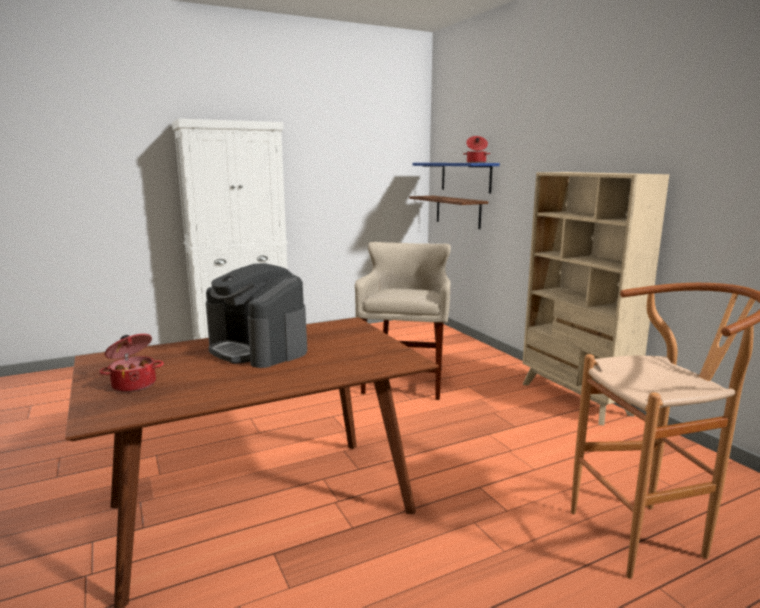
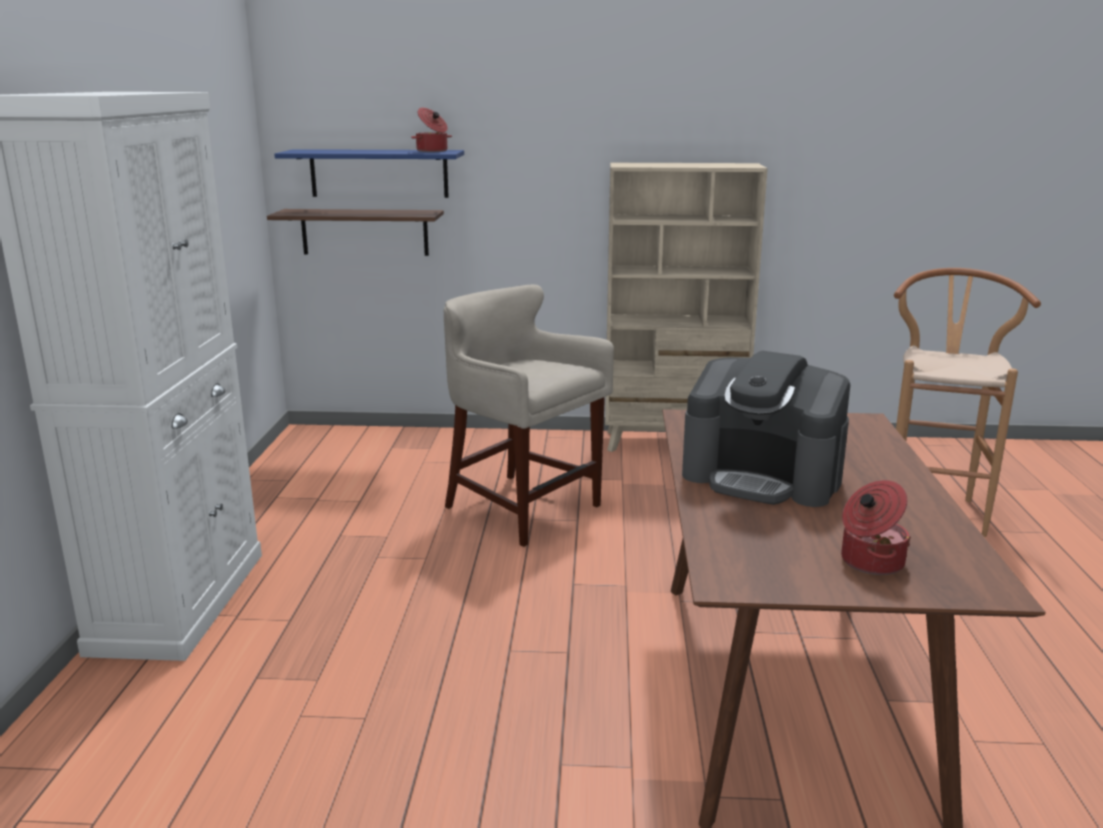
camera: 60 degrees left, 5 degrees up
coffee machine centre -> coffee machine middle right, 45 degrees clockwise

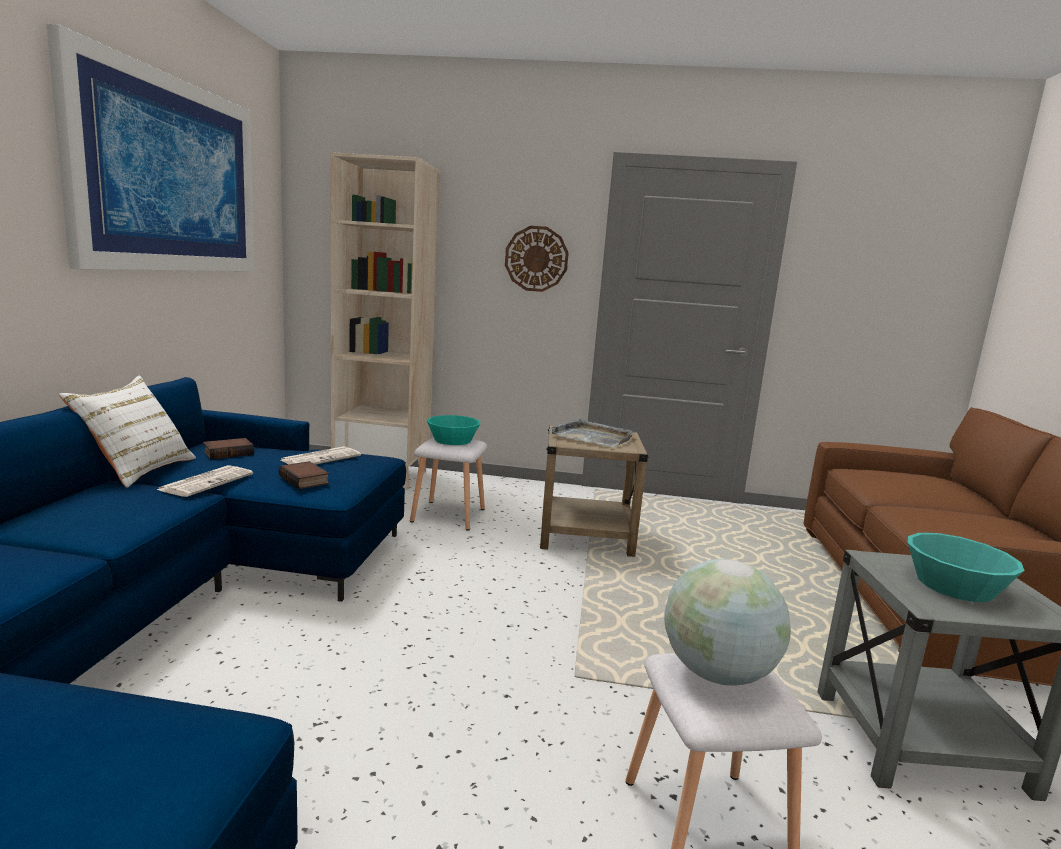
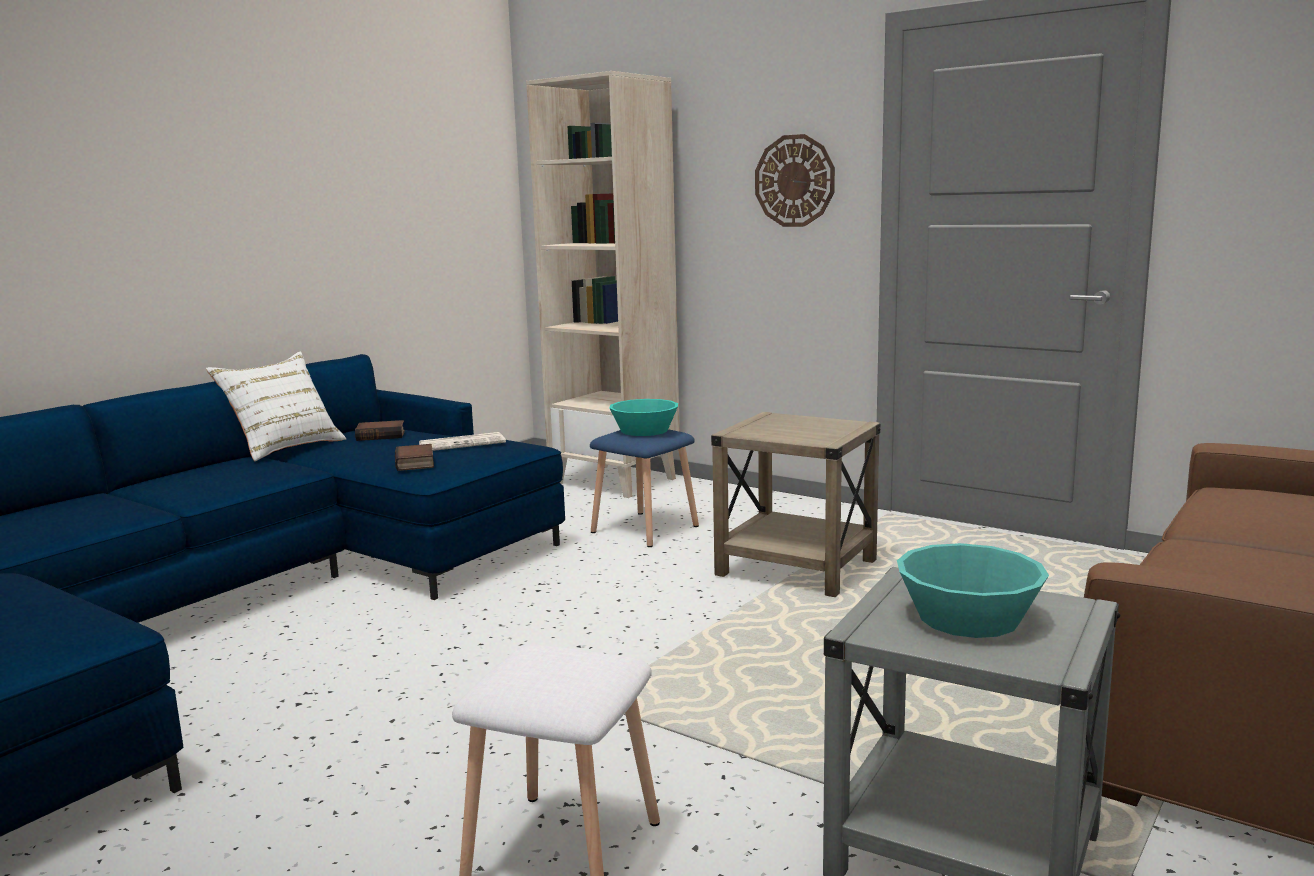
camera: 30 degrees right, 0 degrees up
stool (white) (no. 1 from left) centre -> stool (blue) centre
picture top left -> none
newspaper (no. 1 from left) middle left -> none
tray (grey) centre -> none
globe bottom right -> none

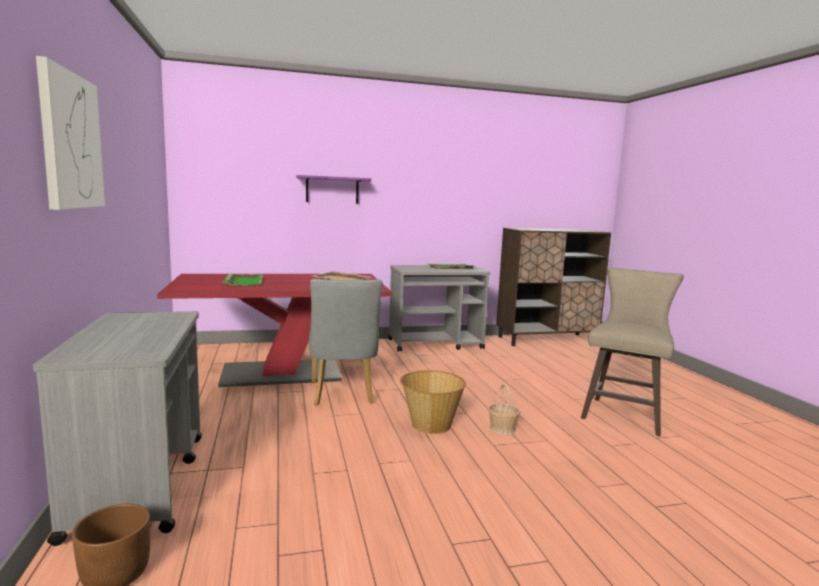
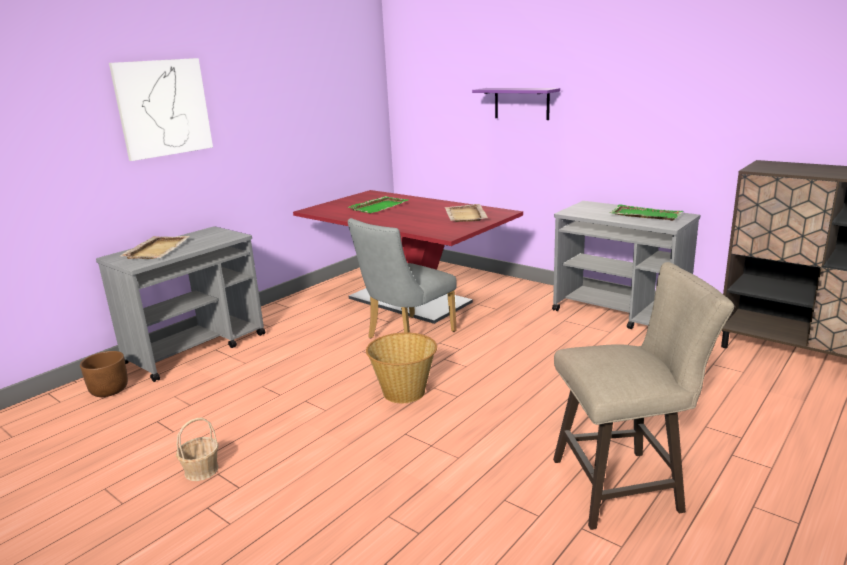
camera: 55 degrees right, 10 degrees up
none -> tray (beige) (no. 1 from left) middle left
basket (no. 2 from left in the first image) bottom centre -> basket (no. 1 from left) bottom left, shifted

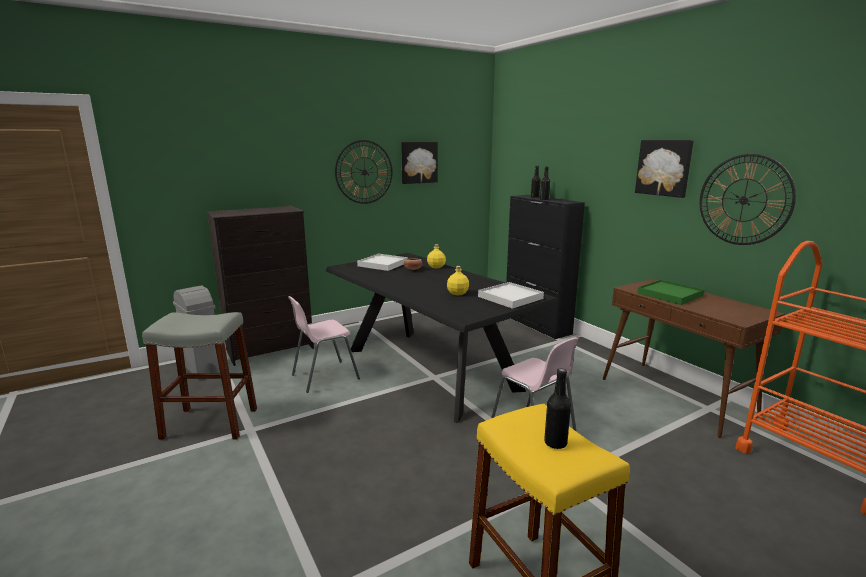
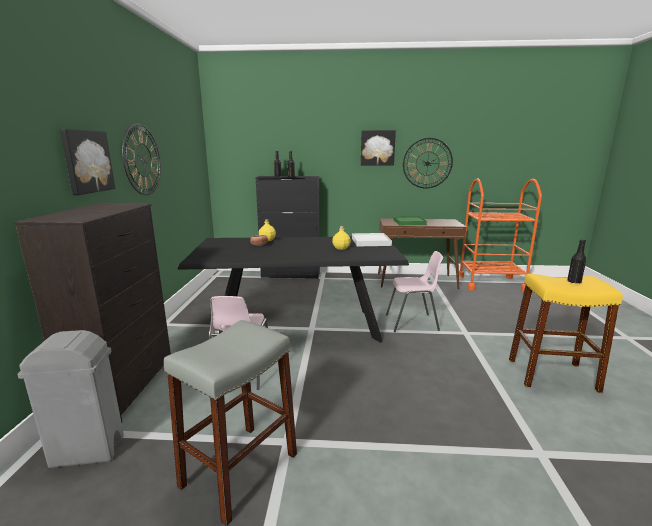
camera: 55 degrees left, 0 degrees up
picture (no. 1 from left) top centre -> picture (no. 1 from left) top left, shifted
tray (white) (no. 1 from left) centre -> none

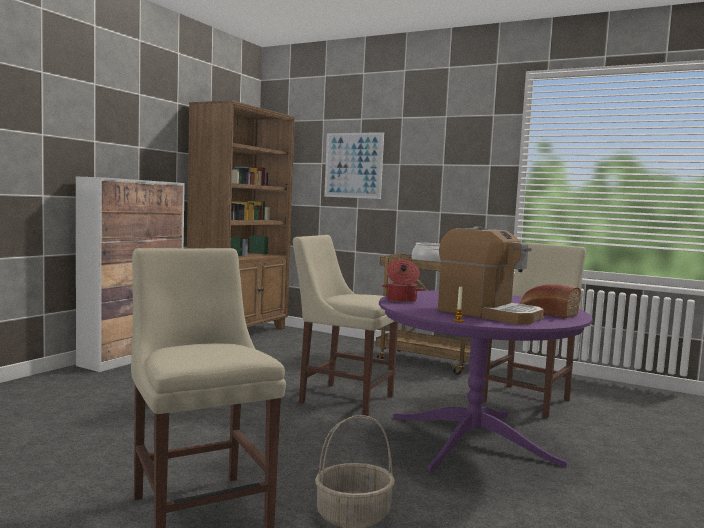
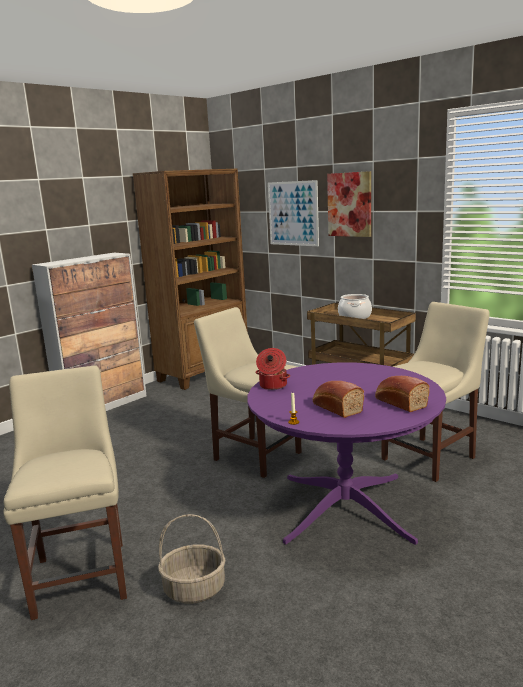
camera: 15 degrees right, 10 degrees up
coffee machine middle right -> bread (no. 1 from left) centre
none -> picture (no. 2 from left) top right

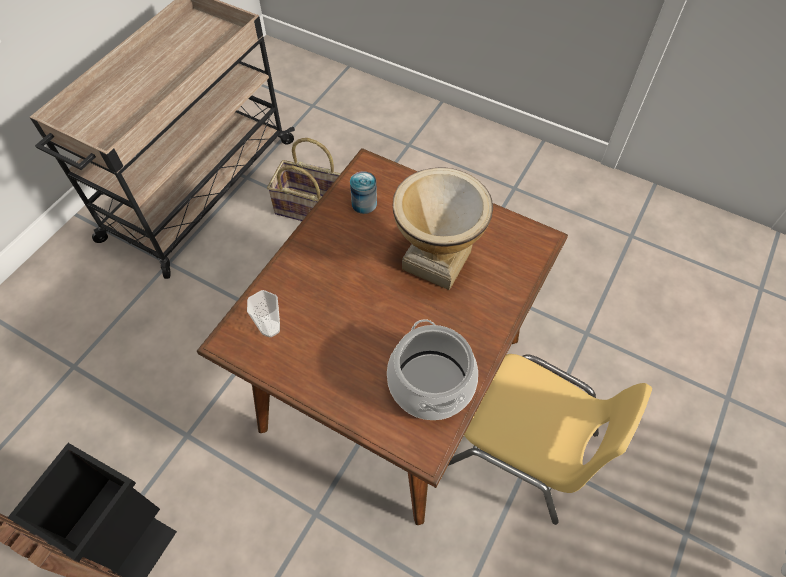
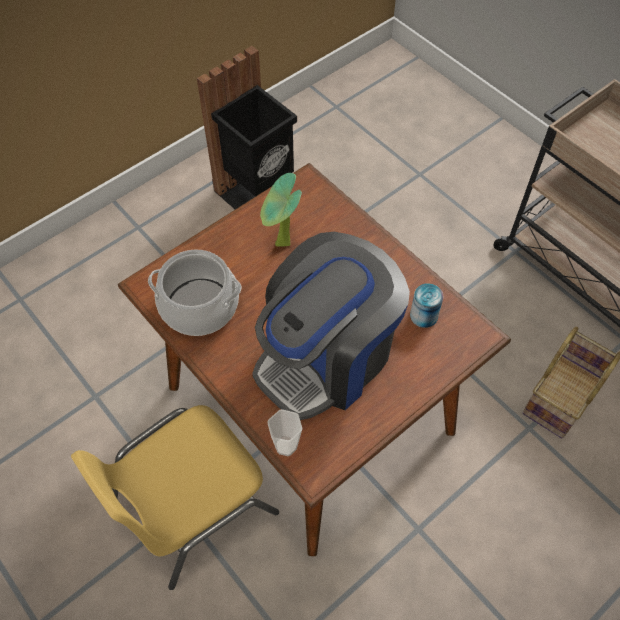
camera: 110 degrees right, 0 degrees up
vase centre -> coffee machine centre
none -> potted plant centre
cup centre -> cup bottom centre, shifted

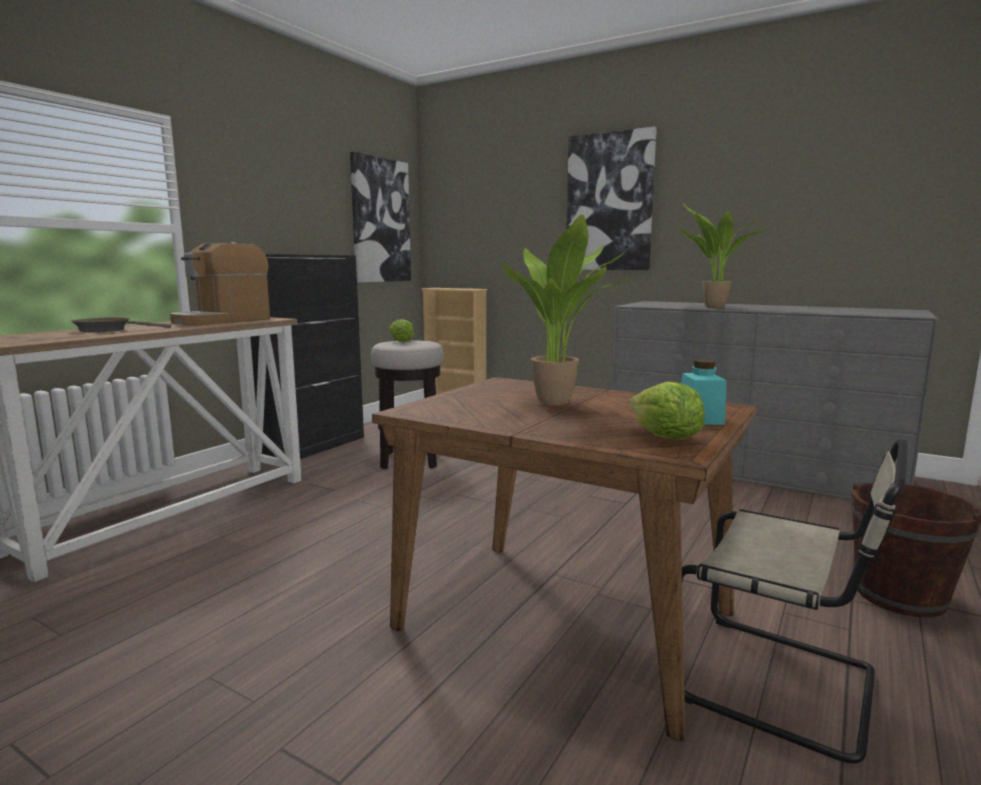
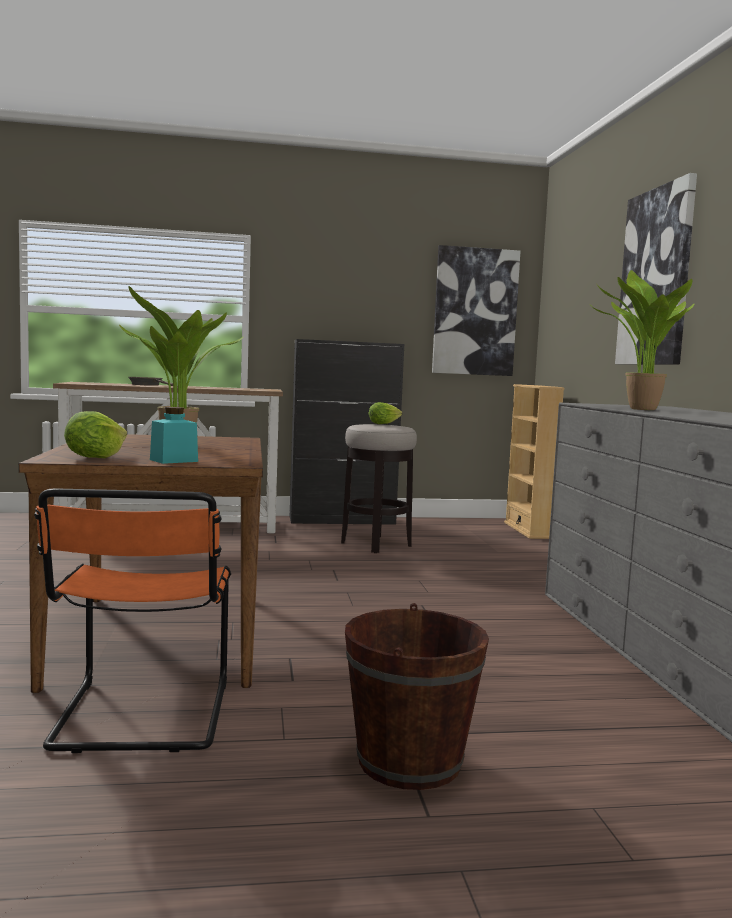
camera: 50 degrees right, 5 degrees down
chair (beige) bottom right -> chair (orange) bottom left
coffee machine middle left -> none

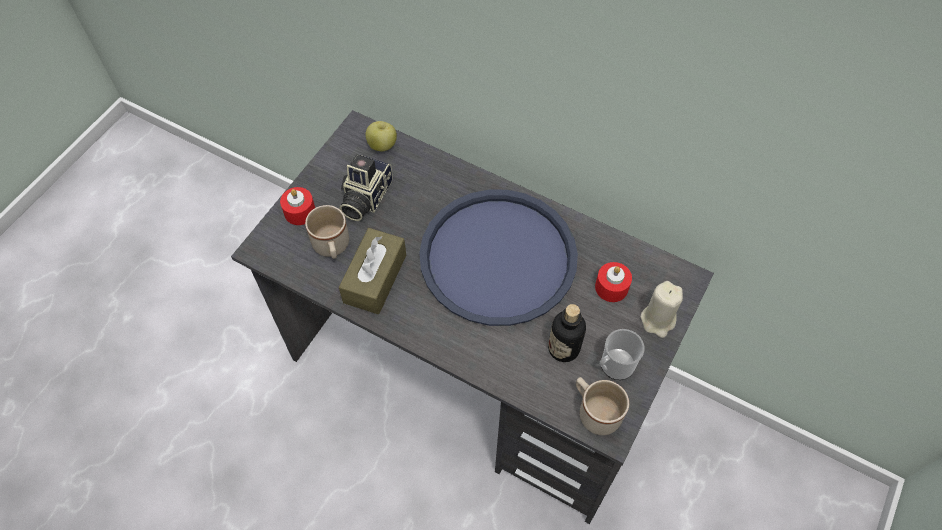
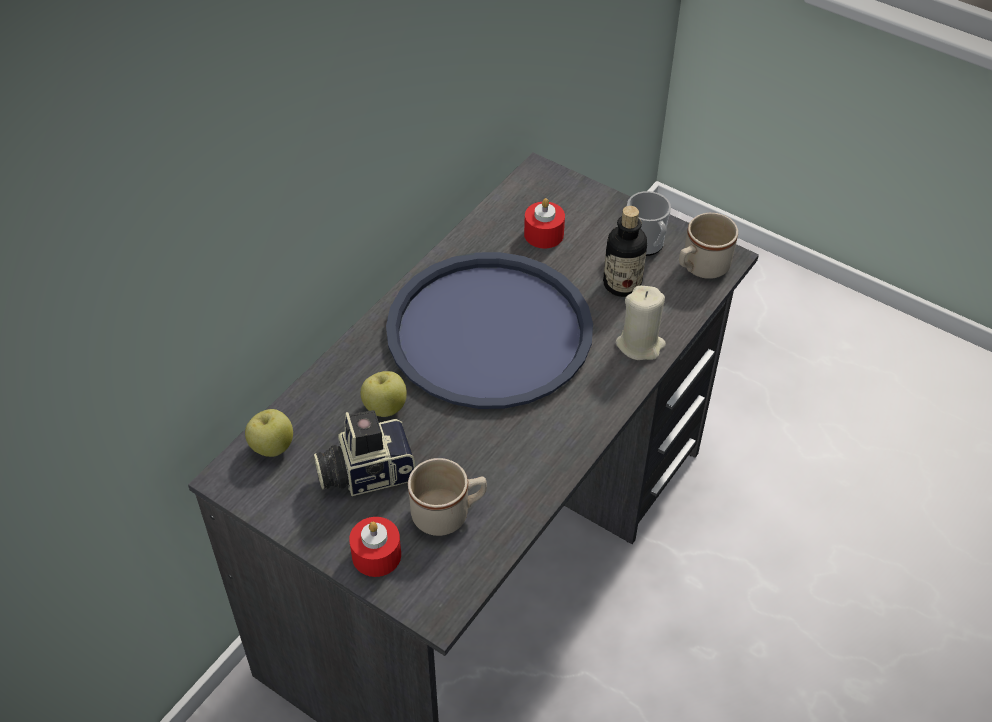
camera: 85 degrees left, 10 degrees down
photo camera centre, 135 degrees clockwise
none -> apple (no. 2 from left) centre
candle (beige) middle right -> candle (beige) centre, shifted
tissue box (brown) centre -> none

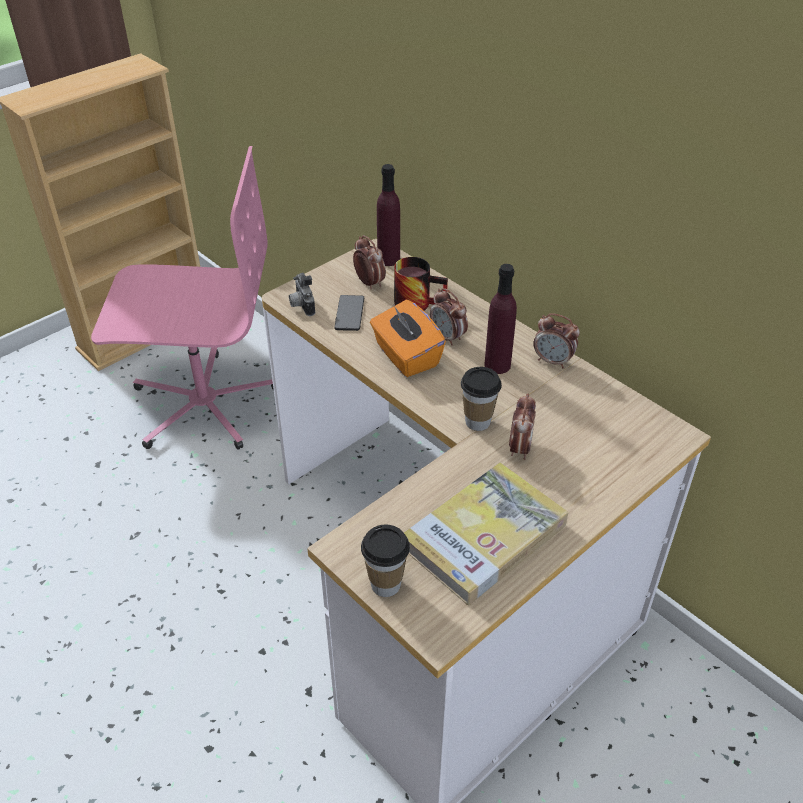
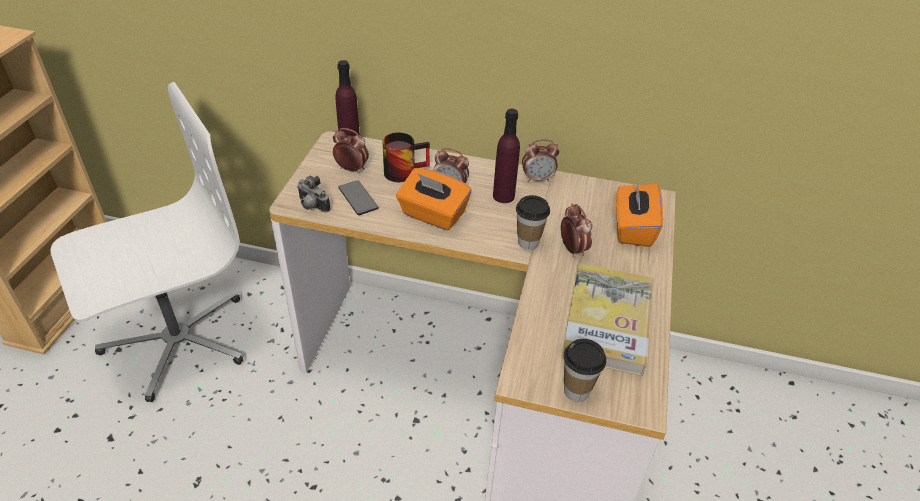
camera: 35 degrees left, 0 degrees up
office chair (pink) middle left -> office chair (white) middle left
none -> tissue box (orange) (no. 2 from left) middle right

